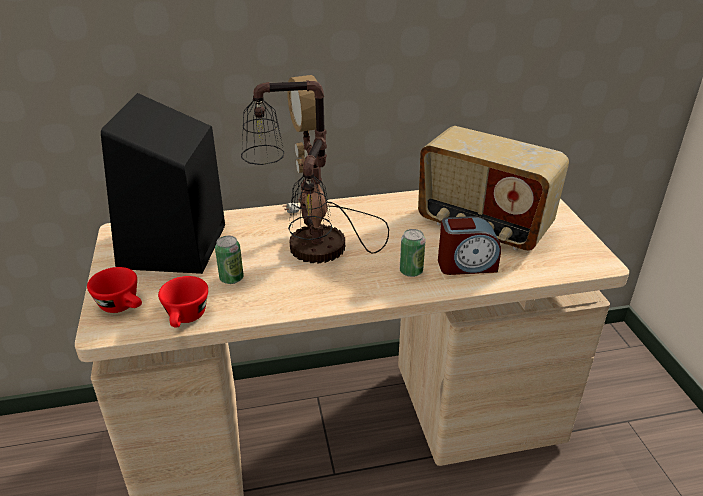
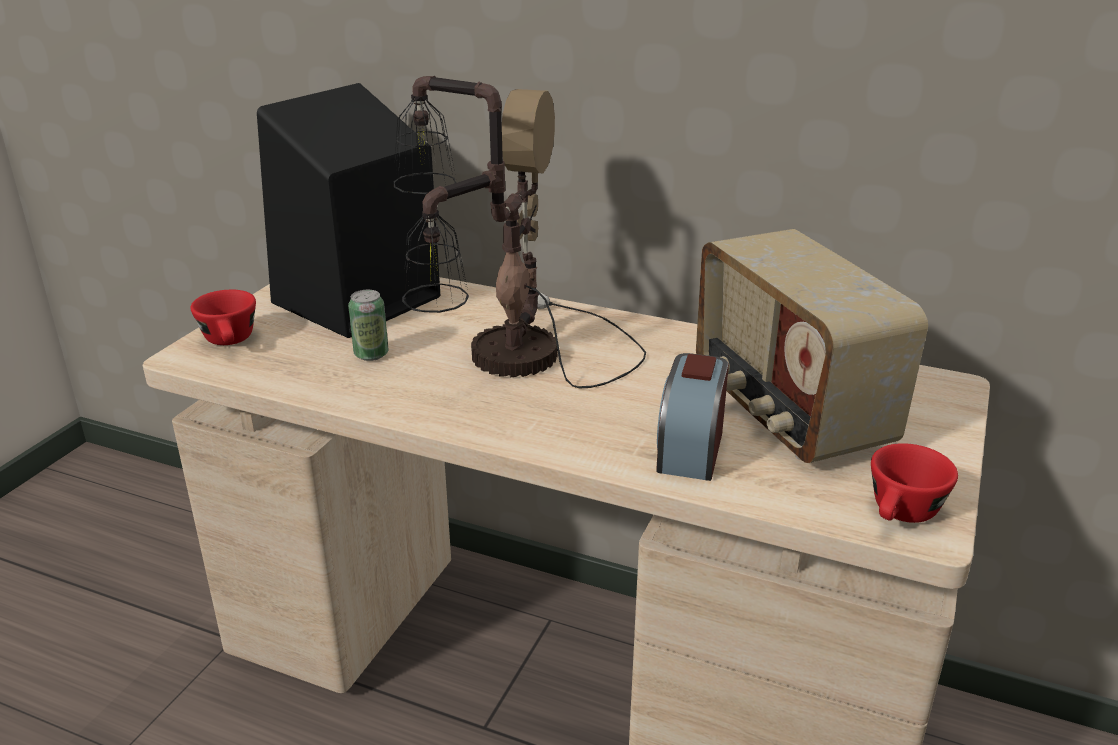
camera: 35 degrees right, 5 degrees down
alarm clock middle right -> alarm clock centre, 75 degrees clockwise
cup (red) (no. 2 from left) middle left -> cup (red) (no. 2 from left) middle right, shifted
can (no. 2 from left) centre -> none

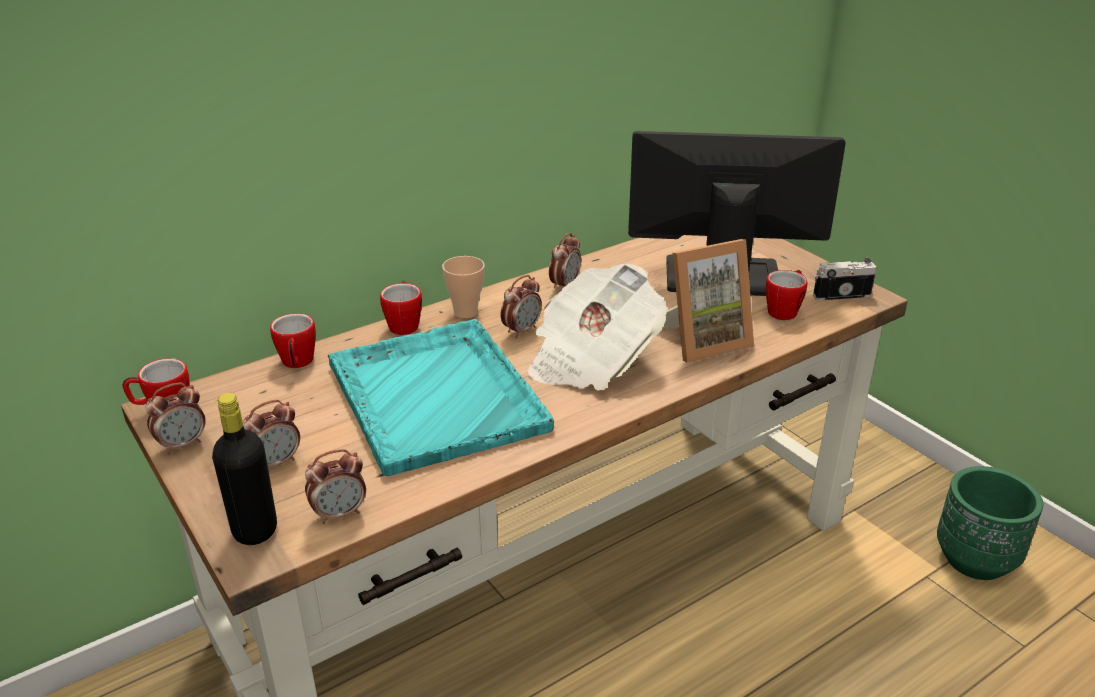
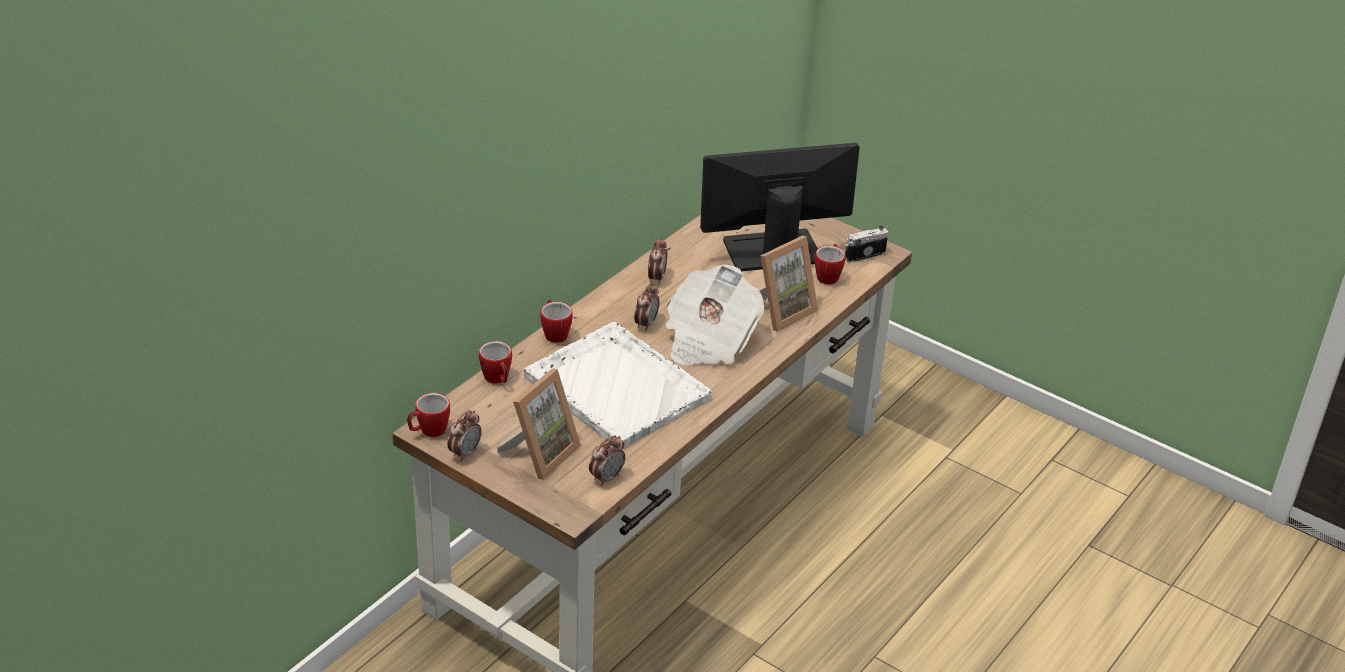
camera: 20 degrees left, 5 degrees up
alarm clock (no. 2 from left) middle left -> picture frame (no. 1 from left) centre
tray (turquoise) centre -> tray (white) centre
bottle (black) bottom left -> none
cup centre -> none
planter (green) bottom right -> none

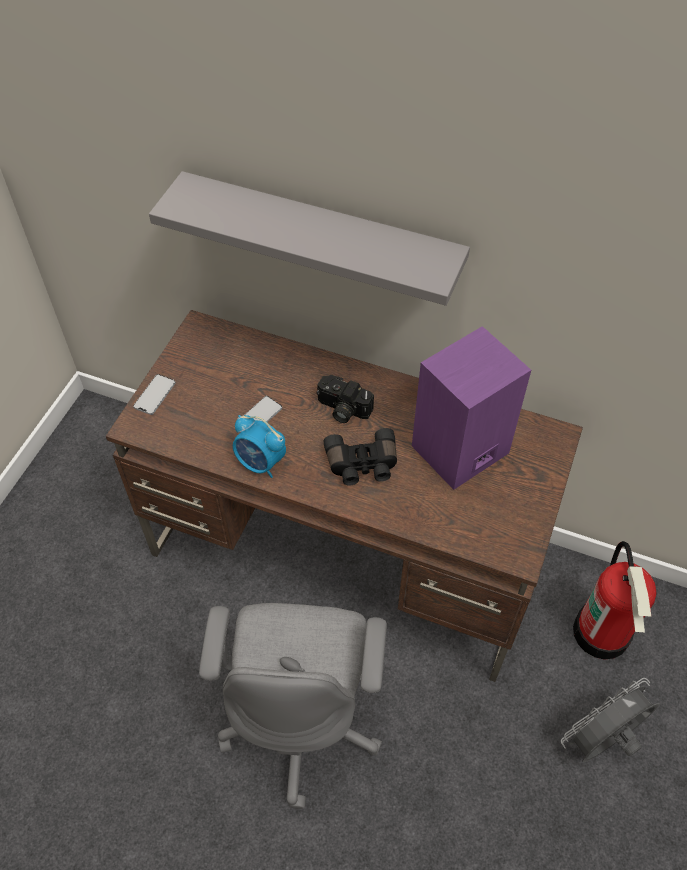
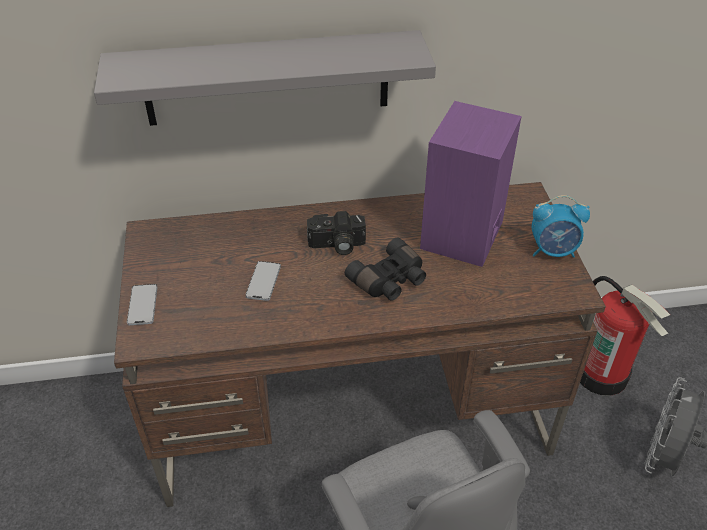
camera: 30 degrees left, 10 degrees down
alarm clock centre -> alarm clock middle right, shifted

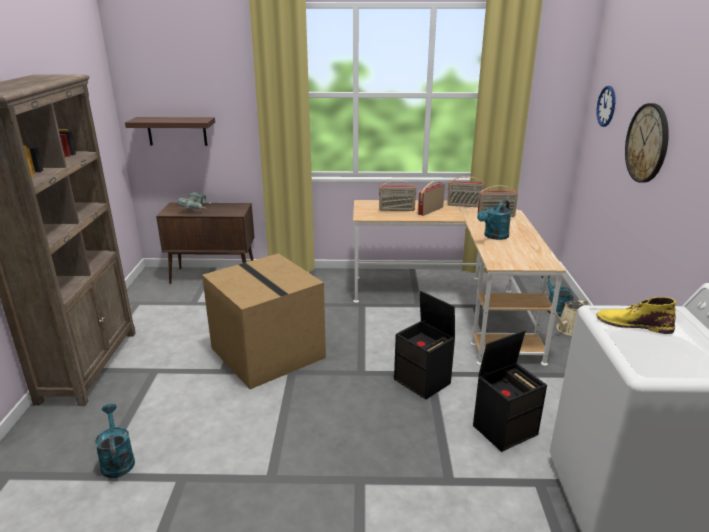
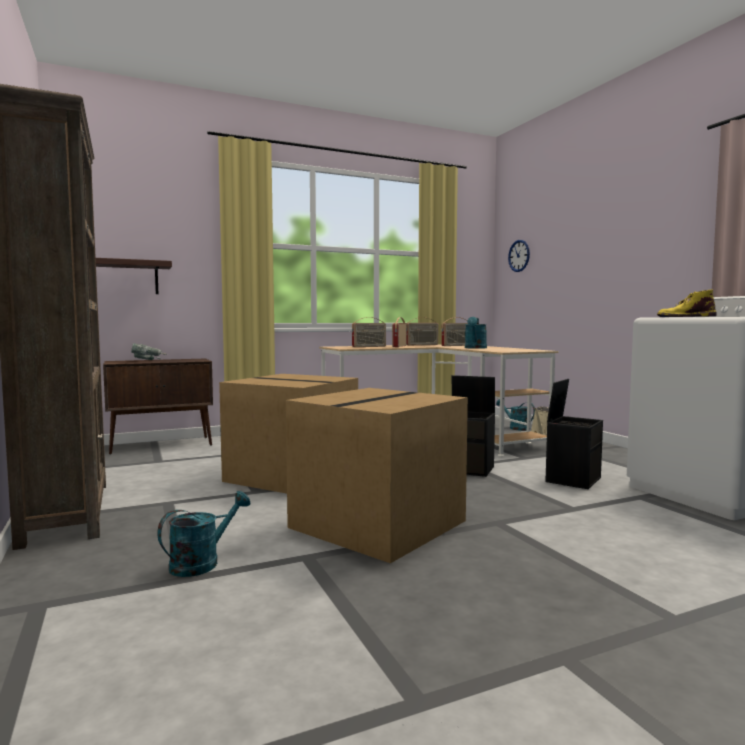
camera: 25 degrees left, 20 degrees down
watering can (turquoise) (no. 1 from left) bottom left, 90 degrees clockwise
none -> cardboard box (no. 2 from left) centre
wall clock (no. 2 from left) top right -> none

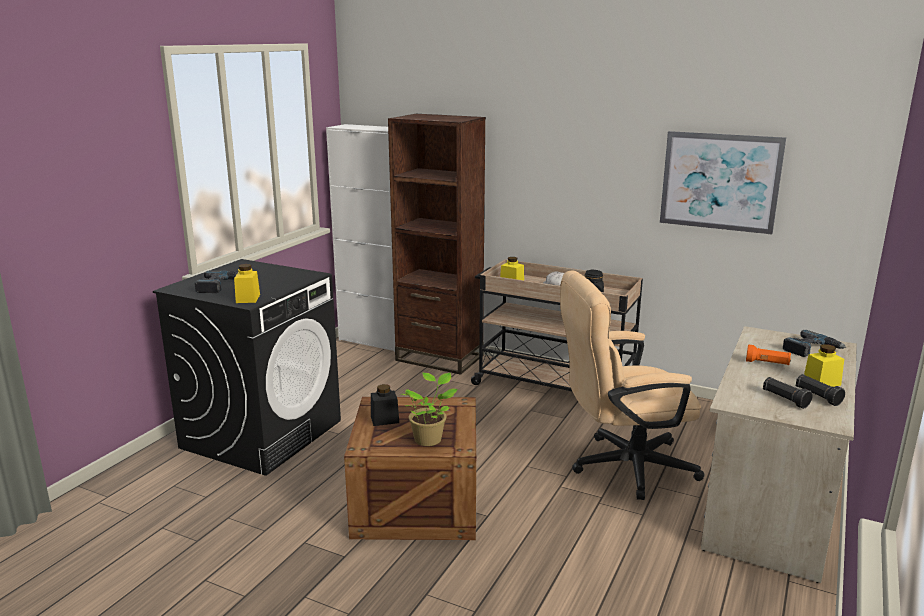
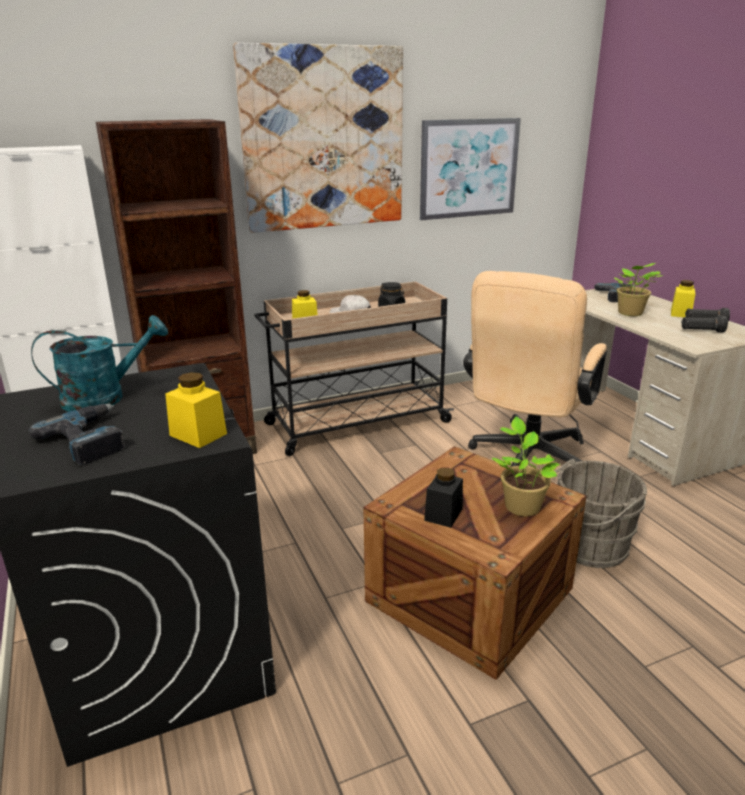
camera: 50 degrees left, 5 degrees up
none -> watering can (turquoise) middle left
none -> picture (no. 1 from left) top centre
none -> bucket (grey) middle right
flashlight (orange) middle right -> potted plant (no. 2 from left) middle right

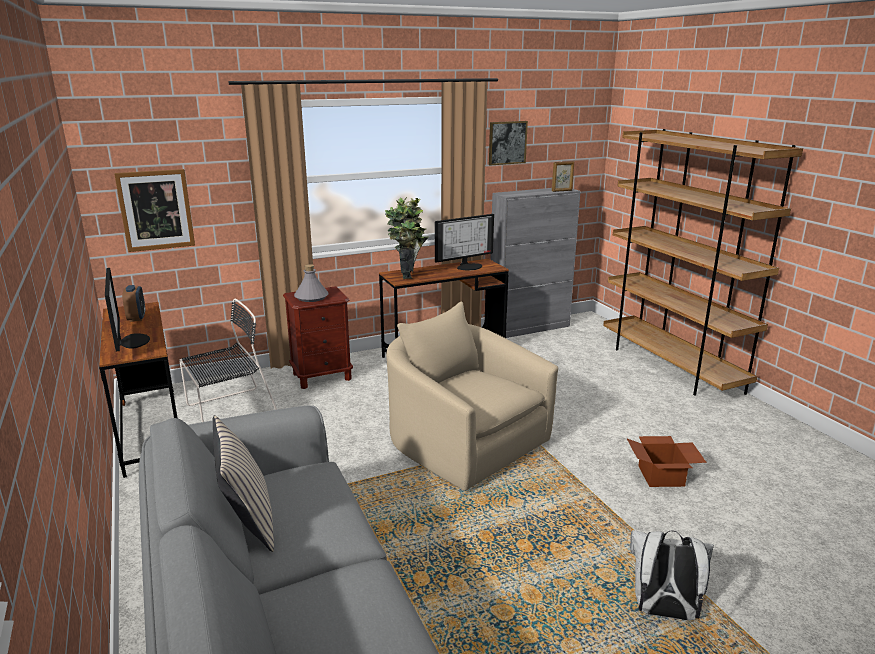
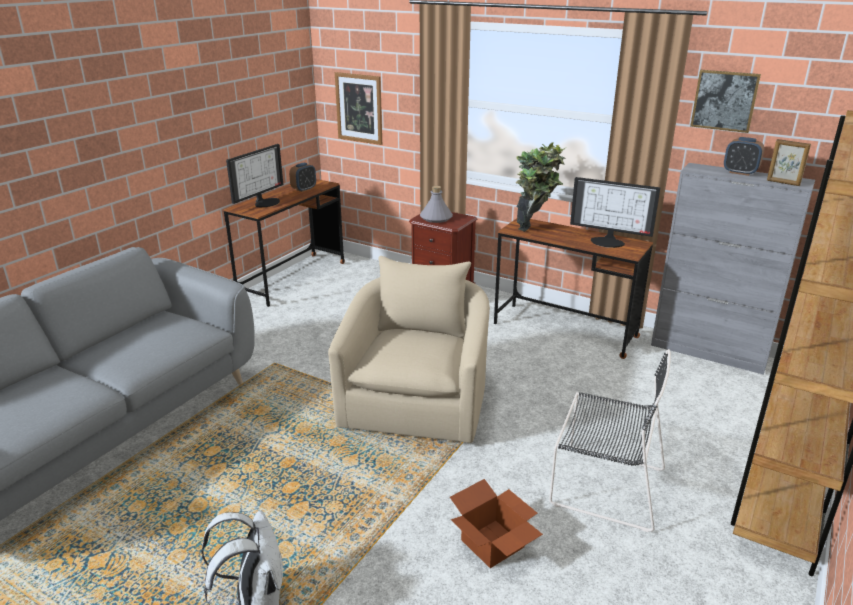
camera: 55 degrees right, 5 degrees up
chair (black) middle left -> chair (black) bottom right, shifted
none -> alarm clock (no. 2 from left) top right
pillow (beige) bottom left -> none

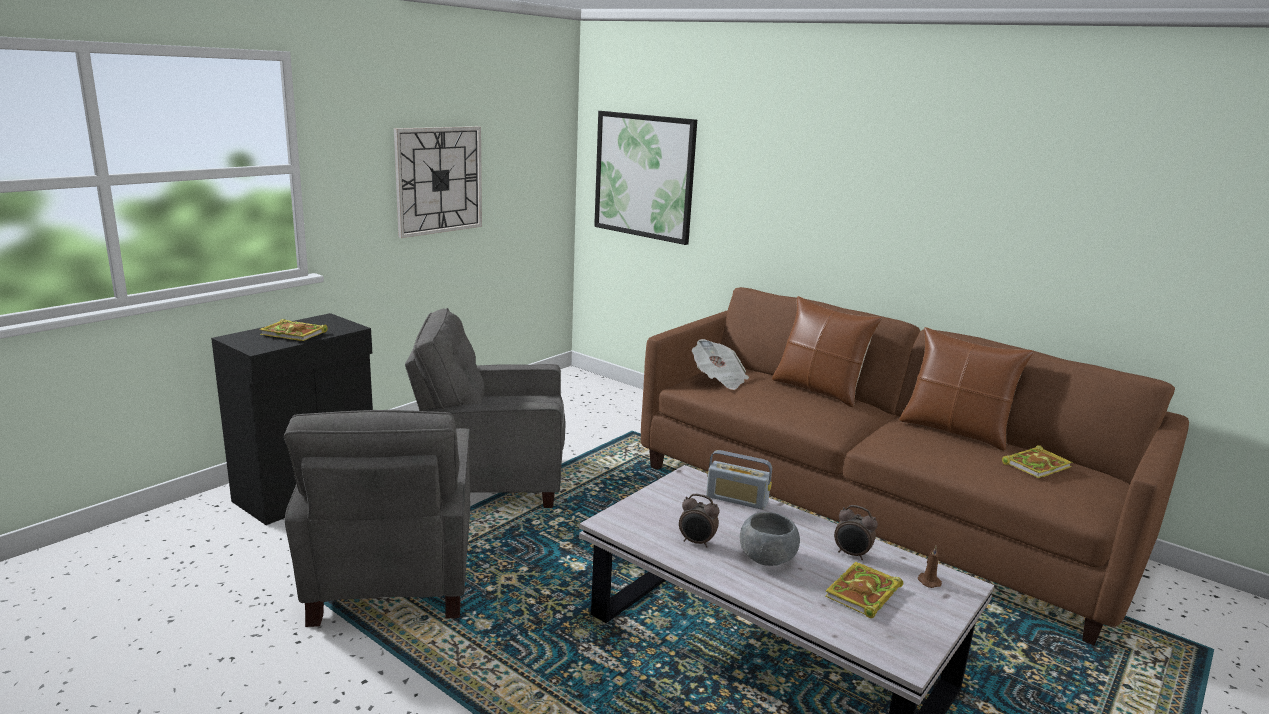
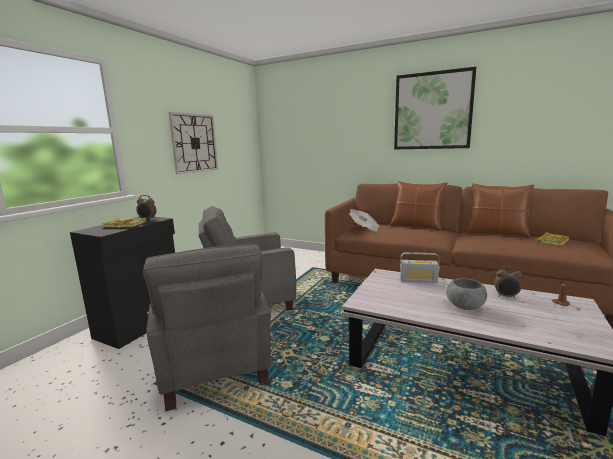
camera: 10 degrees left, 5 degrees down
alarm clock (no. 1 from left) bottom centre -> alarm clock (no. 1 from left) middle left, shifted
picture top centre -> picture top right, shifted
book (no. 2 from left) bottom right -> none

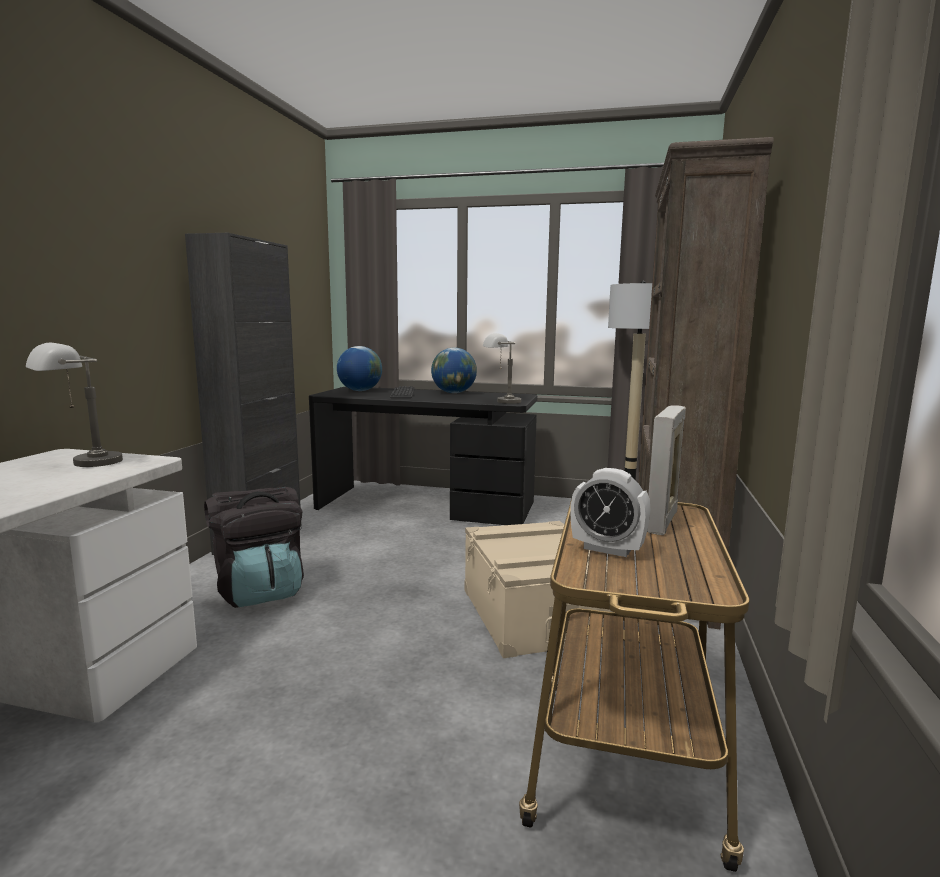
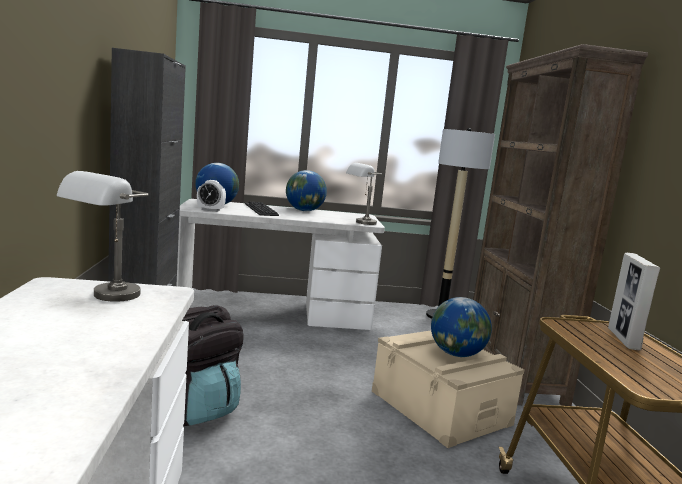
camera: 20 degrees left, 0 degrees up
desk (black) centre -> desk (white) (no. 2 from left) centre
alarm clock centre -> alarm clock middle left, shifted
none -> globe (no. 3 from left) bottom right

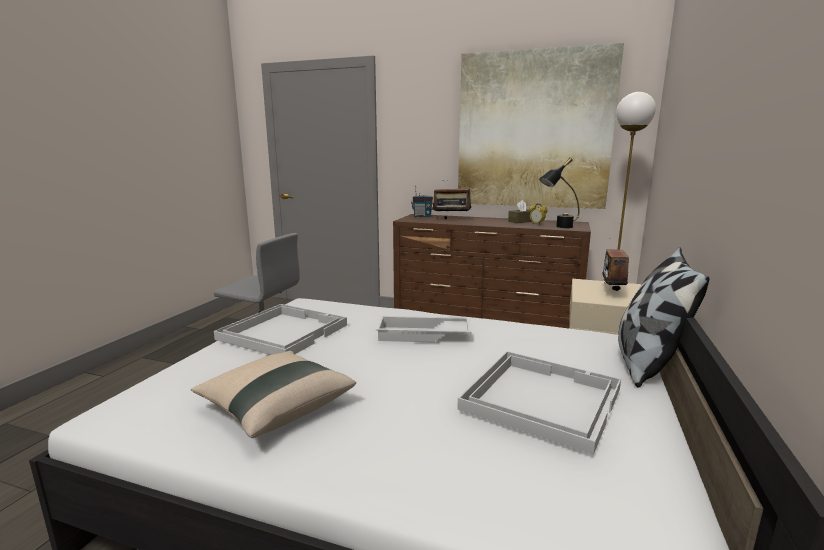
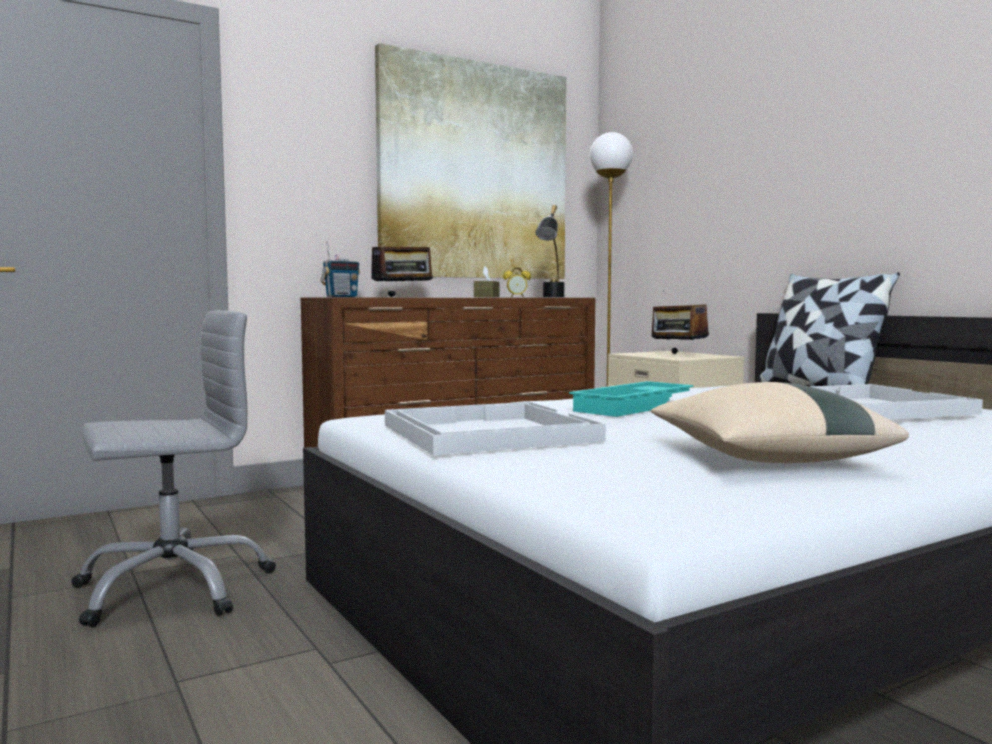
camera: 50 degrees left, 10 degrees down
tray (white) (no. 2 from left) centre -> tray (turquoise) centre

